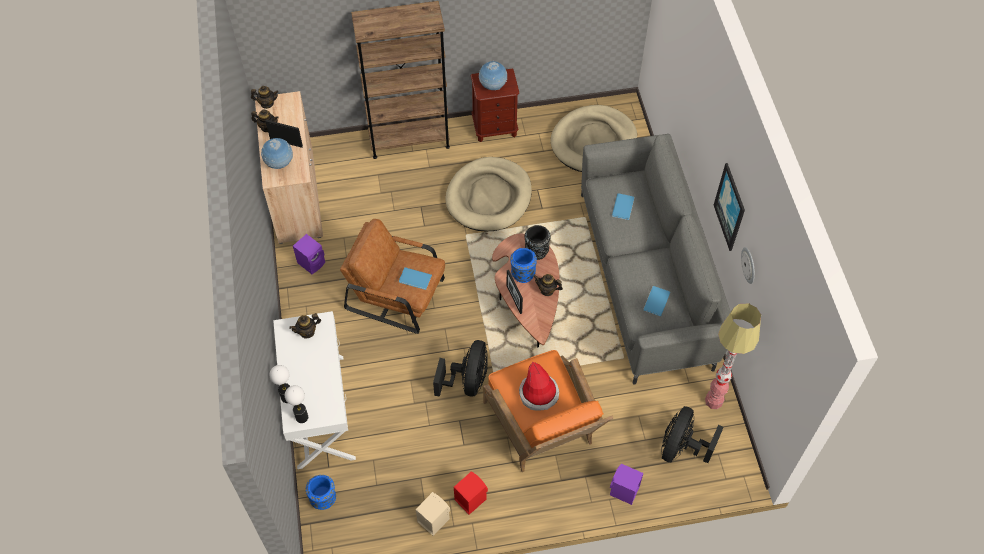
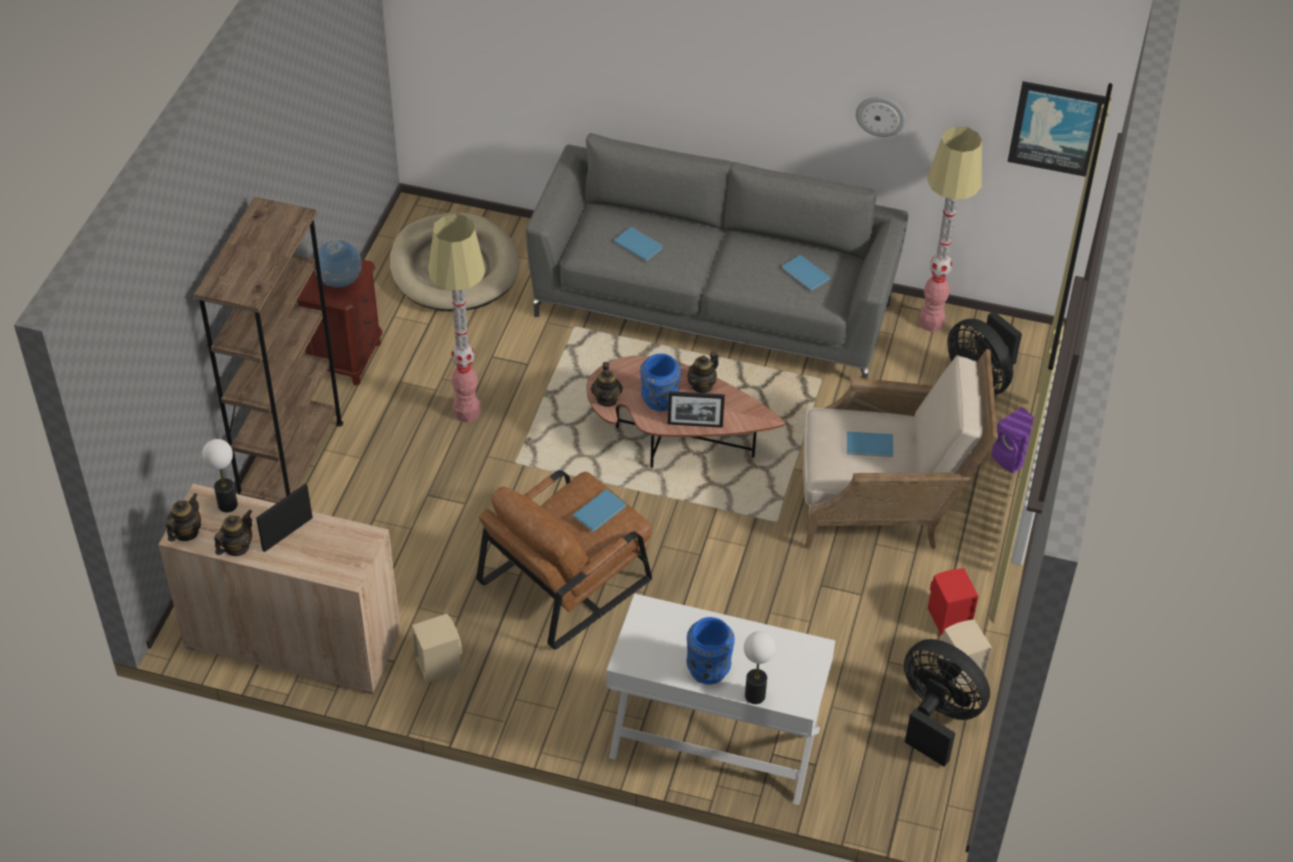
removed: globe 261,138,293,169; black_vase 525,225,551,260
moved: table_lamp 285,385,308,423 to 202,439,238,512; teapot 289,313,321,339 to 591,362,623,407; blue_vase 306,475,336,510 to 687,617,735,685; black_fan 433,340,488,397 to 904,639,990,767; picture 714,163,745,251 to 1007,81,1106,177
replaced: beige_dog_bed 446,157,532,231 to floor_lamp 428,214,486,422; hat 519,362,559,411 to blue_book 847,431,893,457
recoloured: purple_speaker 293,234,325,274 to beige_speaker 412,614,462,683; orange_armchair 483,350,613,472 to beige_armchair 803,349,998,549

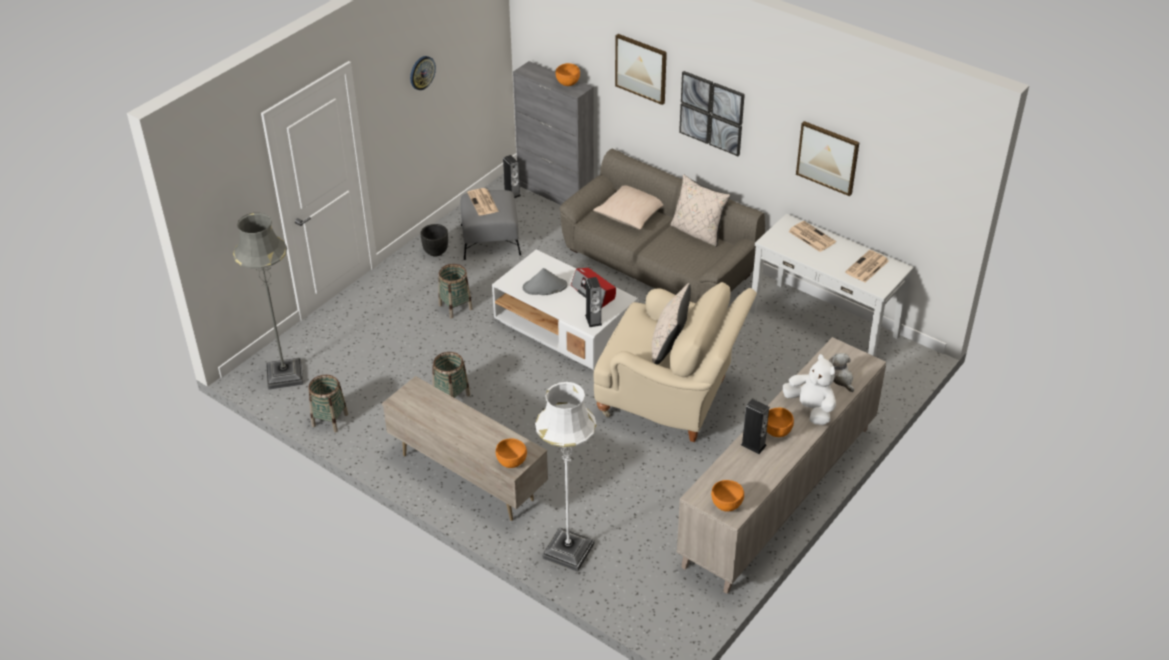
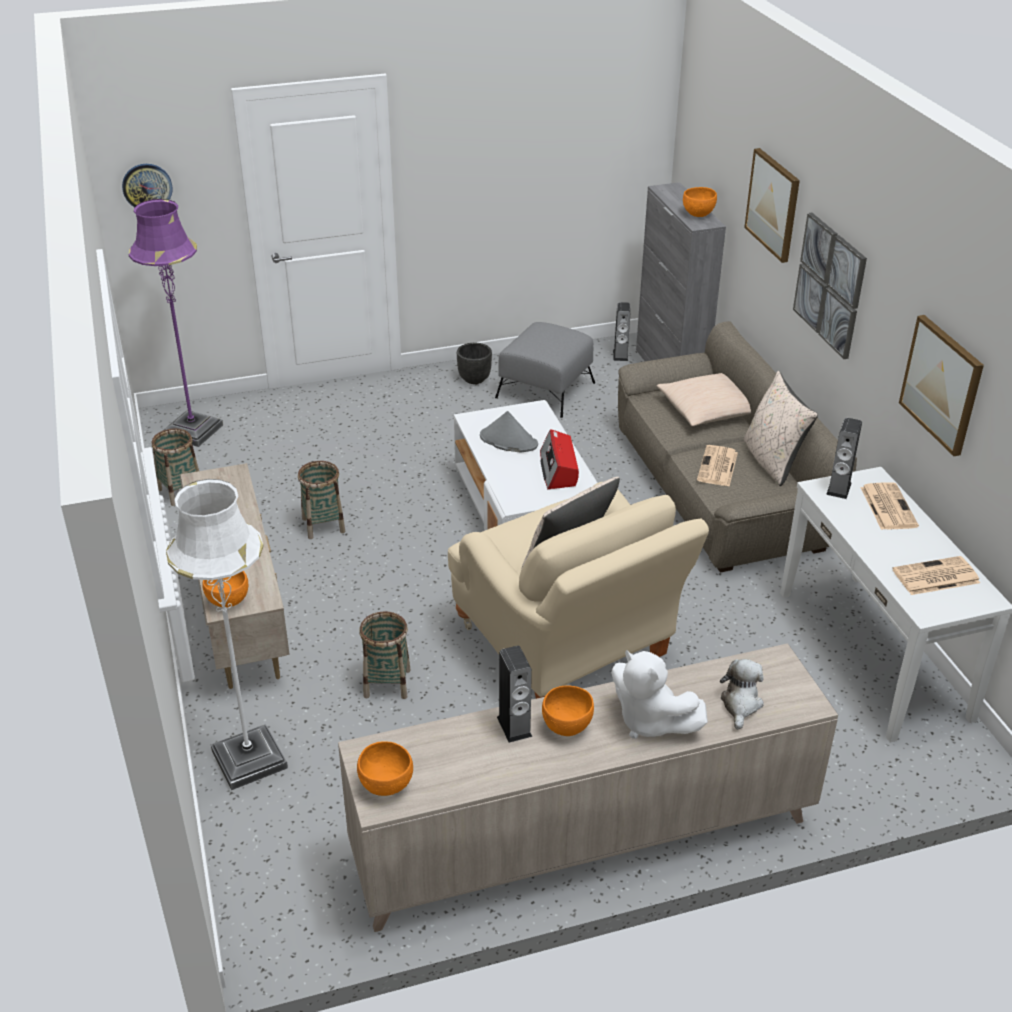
moved: wall_clock 410,56,436,90 to 122,164,173,207; basket 438,264,473,318 to 359,611,411,699; newspaper 467,188,499,216 to 697,445,738,486; speaker 585,277,602,327 to 826,418,862,499
recoloured: grey_floor_lamp 233,213,303,390 to purple_floor_lamp 129,199,223,447
turned: white_plush_toy 783,354,836,425 = 611,650,708,739 135 degrees clockwise

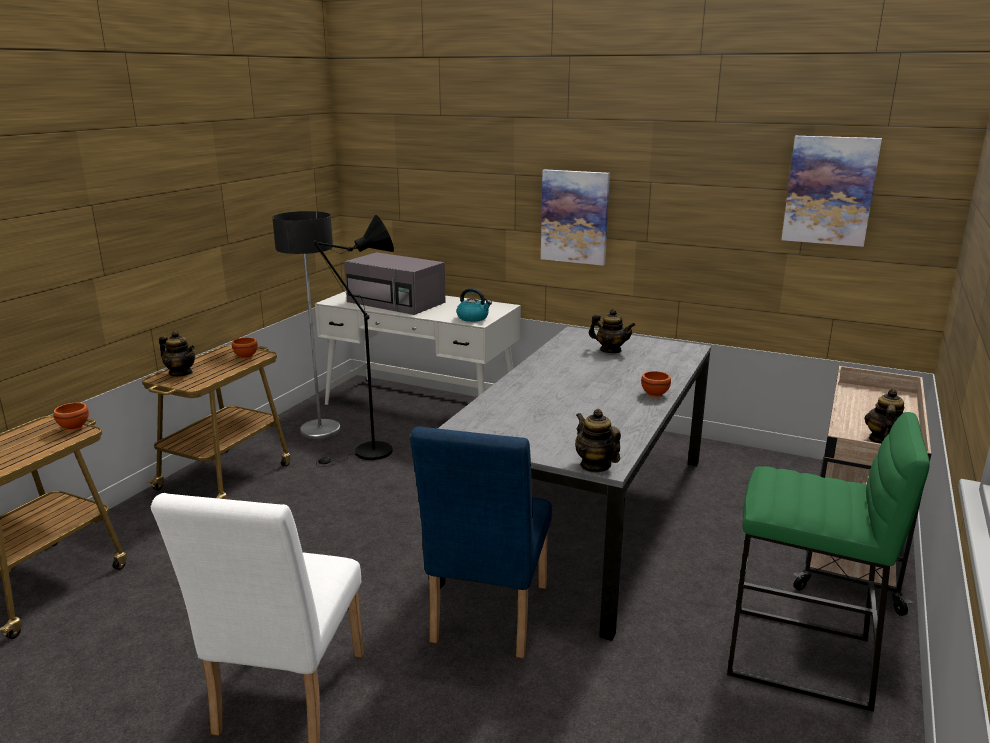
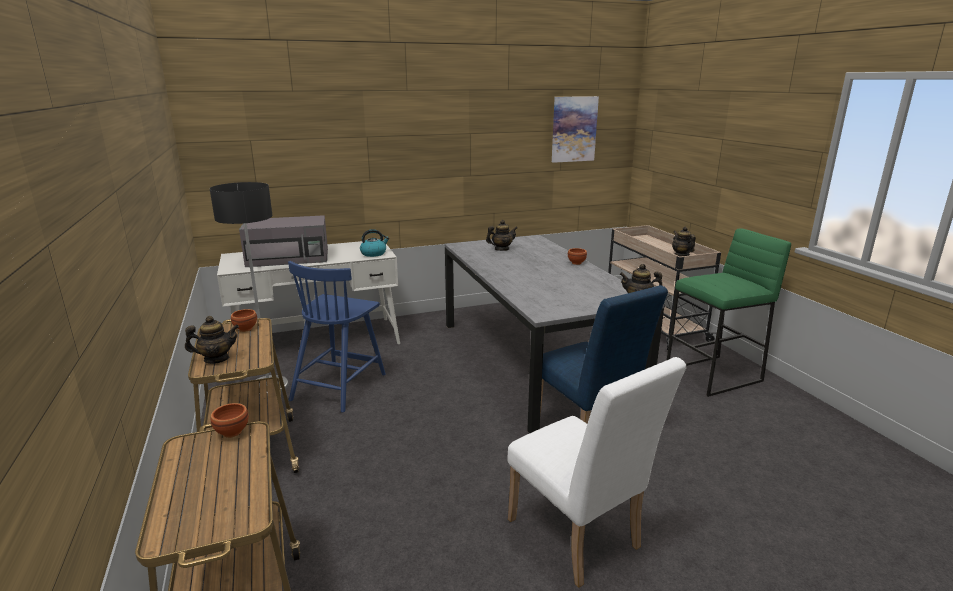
removed: picture 541,170,610,266
replaced: black_floor_lamp 313,215,394,466 to blue_chair 288,261,386,413

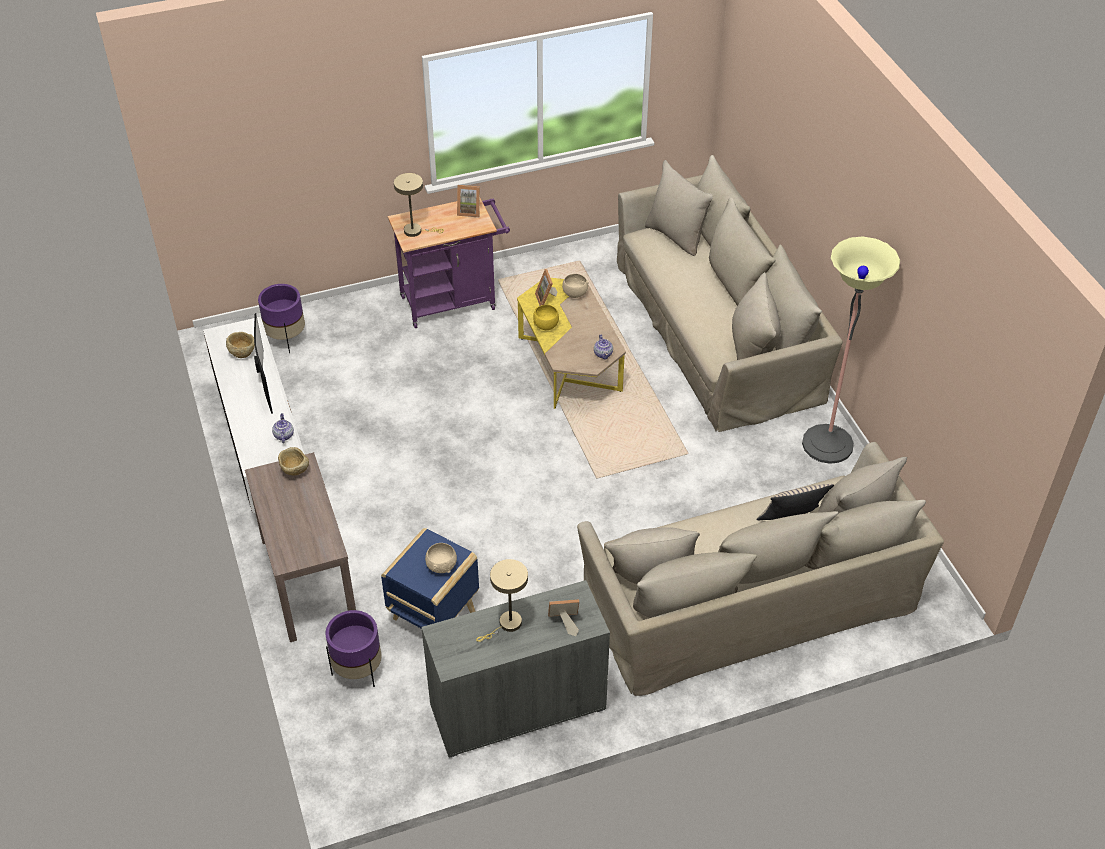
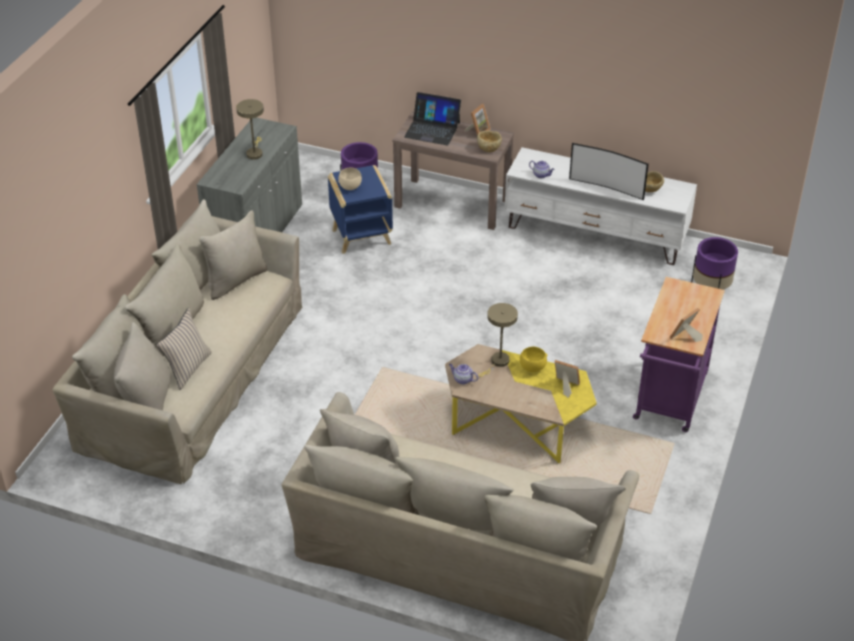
removed: beige_bowl 562,274,589,298; floor_lamp 802,236,900,464
added: laptop 404,92,461,145
moved: beige_table_lamp 394,173,444,237 to 478,303,518,377; picture_frame 548,599,579,636 to 464,104,491,135

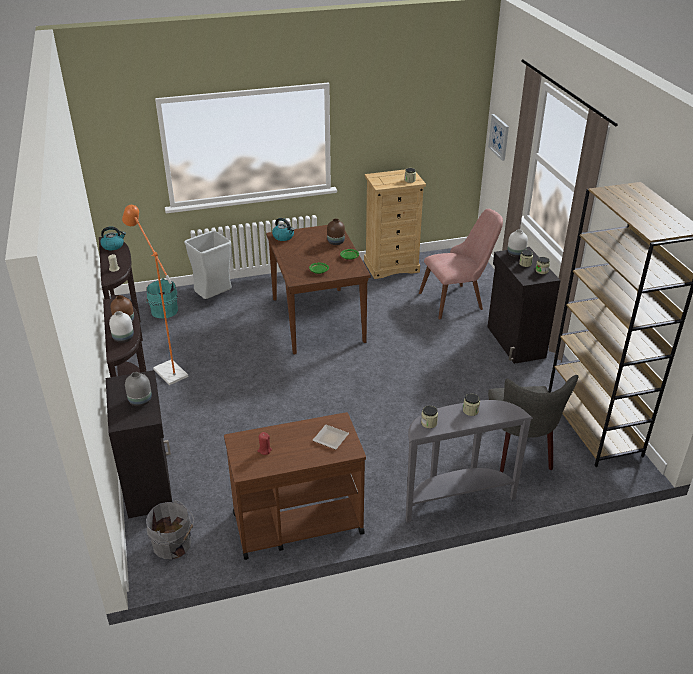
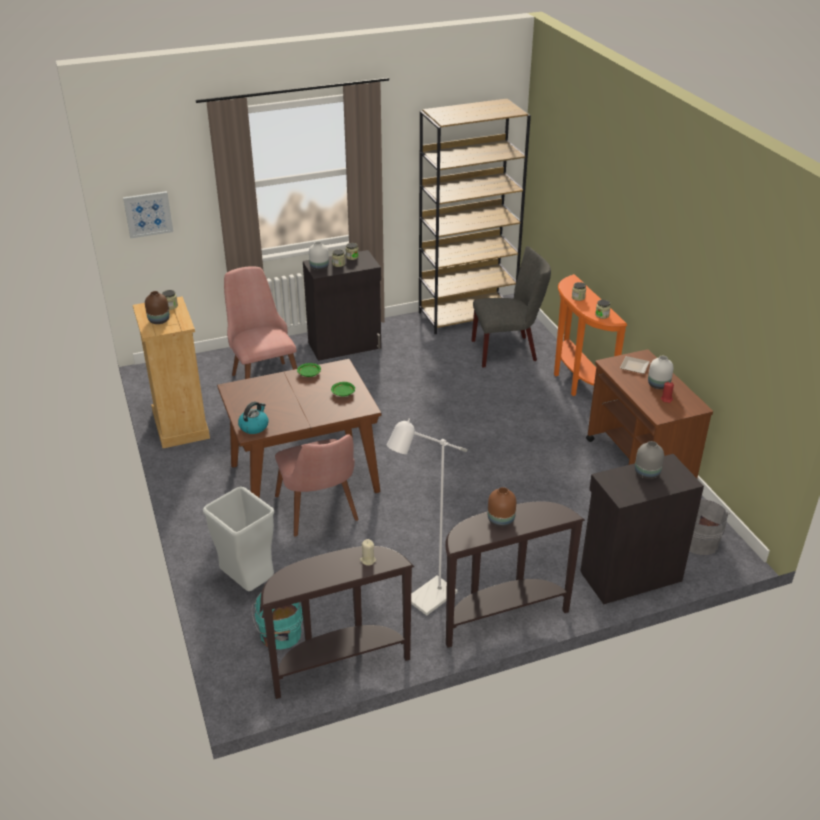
removed: kettle 100,227,126,250
added: pink_chair 275,434,359,536
moved: white_vase 109,311,134,343 to 648,356,674,389; brown_vase 327,219,345,245 to 145,291,170,324
recoloured: orange_floor_lamp 122,205,188,385 to white_floor_lamp 387,418,467,616; grey_console_table 406,400,533,523 to orange_console_table 554,274,627,396

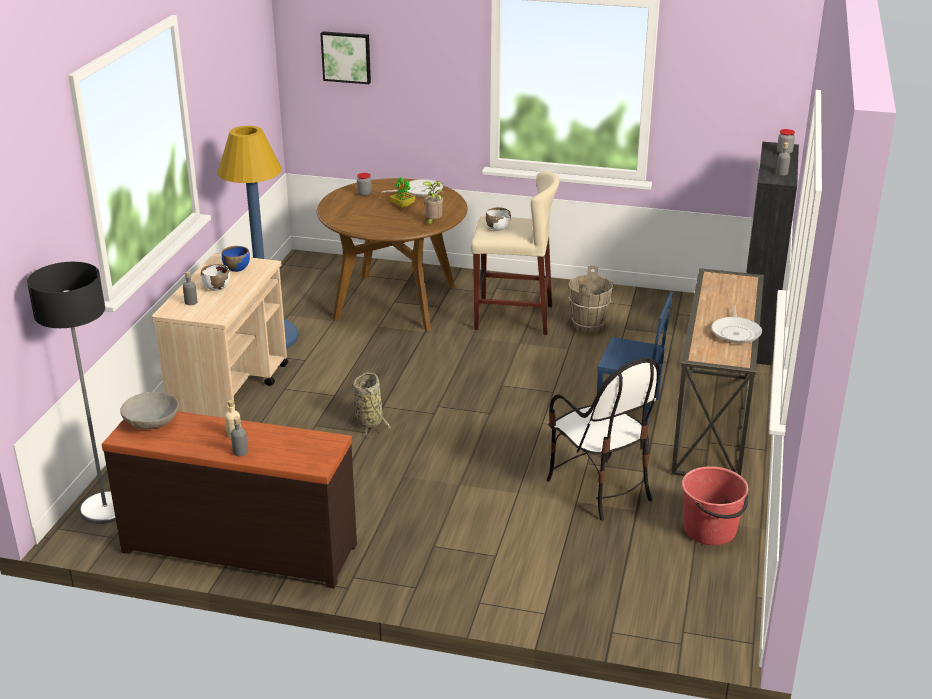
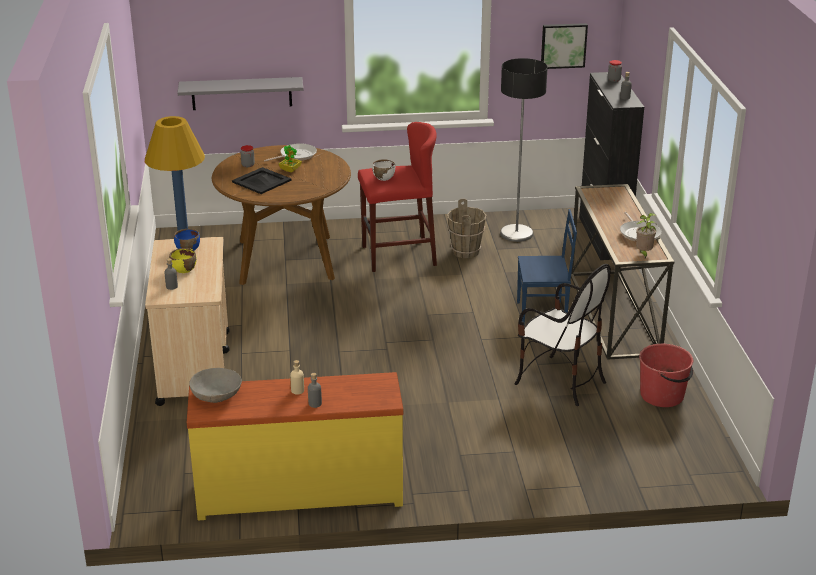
removed: basket 353,372,391,437
added: grey_shelf 178,77,303,110; black_tray 232,167,292,194
moved: floor_lamp 27,262,116,524 to 500,58,548,242; picture 320,31,371,84 to 541,23,588,69; potted_plant 423,181,444,227 to 636,213,657,258
recoloured: brown_dresser 101,411,357,588 to yellow_dresser 187,372,404,521; white_bowl 201,264,230,291 to yellow_bowl 169,248,197,273; beige_stool 471,171,559,335 to red_stool 358,122,437,272

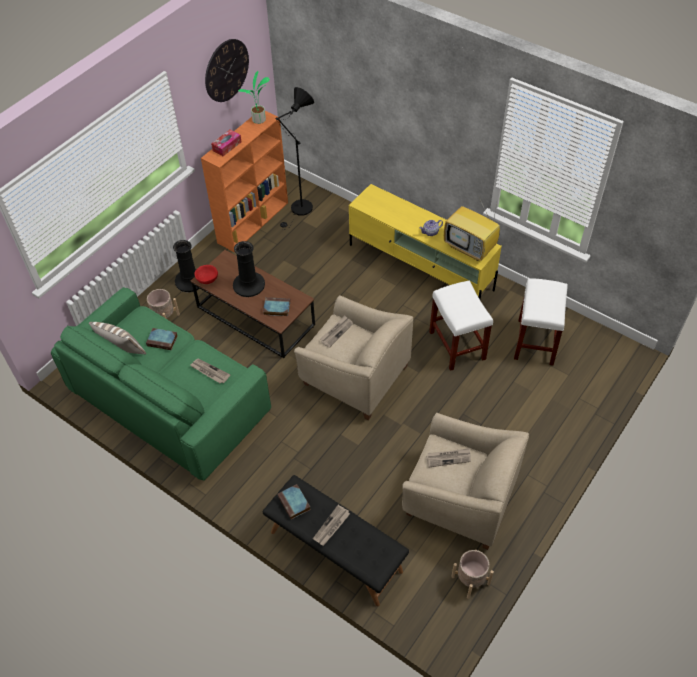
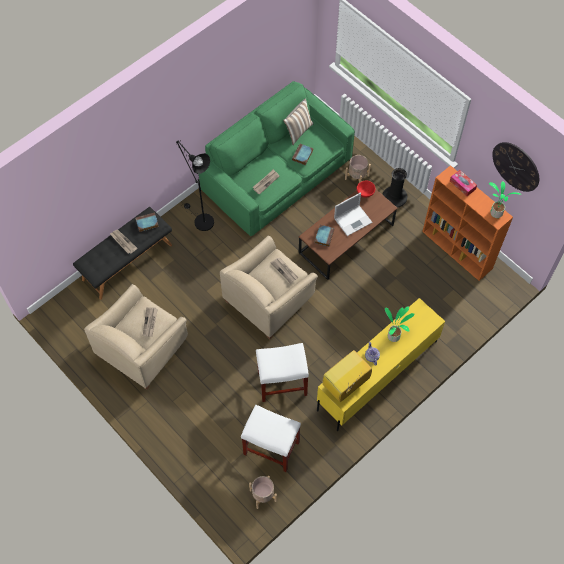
added: potted_plant 385,306,415,342
moved: black_floor_lamp 275,87,314,230 to 176,140,214,231; beige_planter 451,550,494,599 to 249,476,277,509
replaced: black_vase 233,241,265,297 to laptop 334,192,372,236

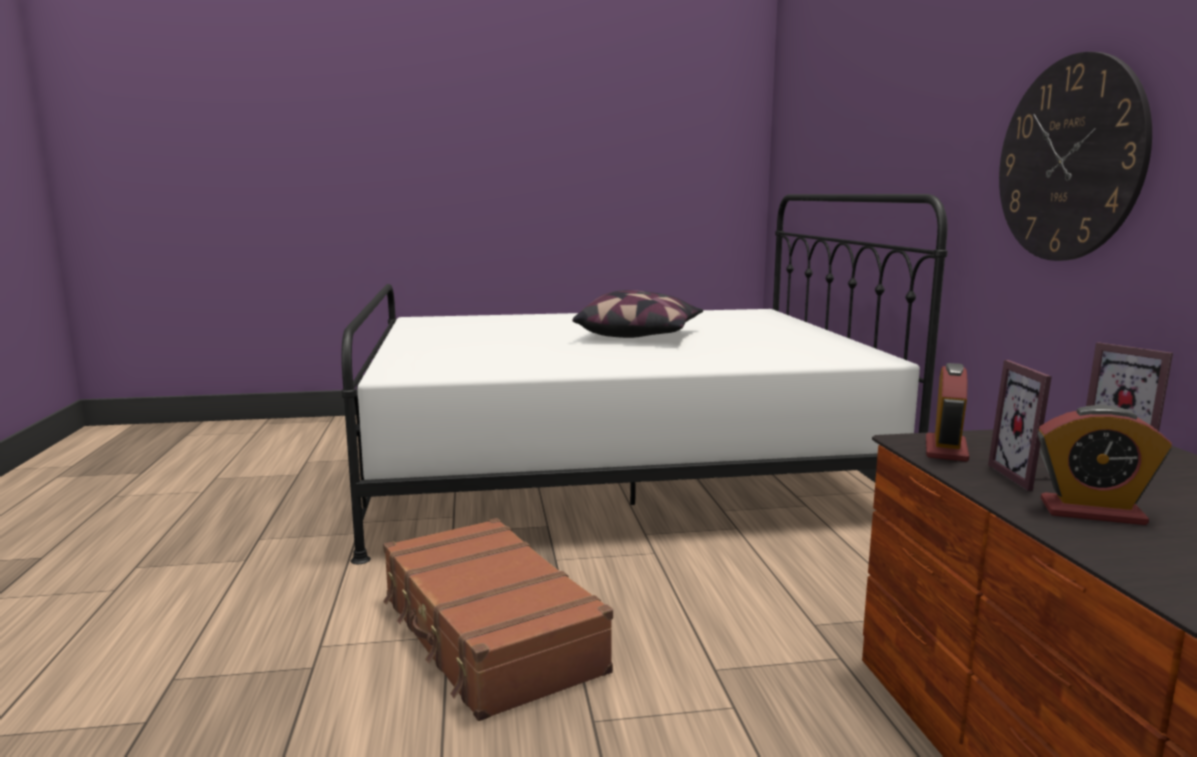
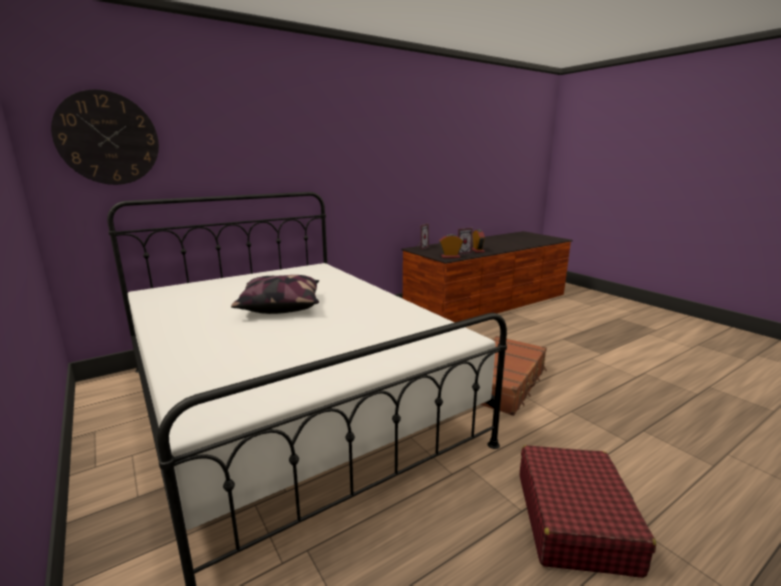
added: red_suitcase 520,445,656,578
moved: wall_clock 999,52,1152,261 to 51,89,159,185

